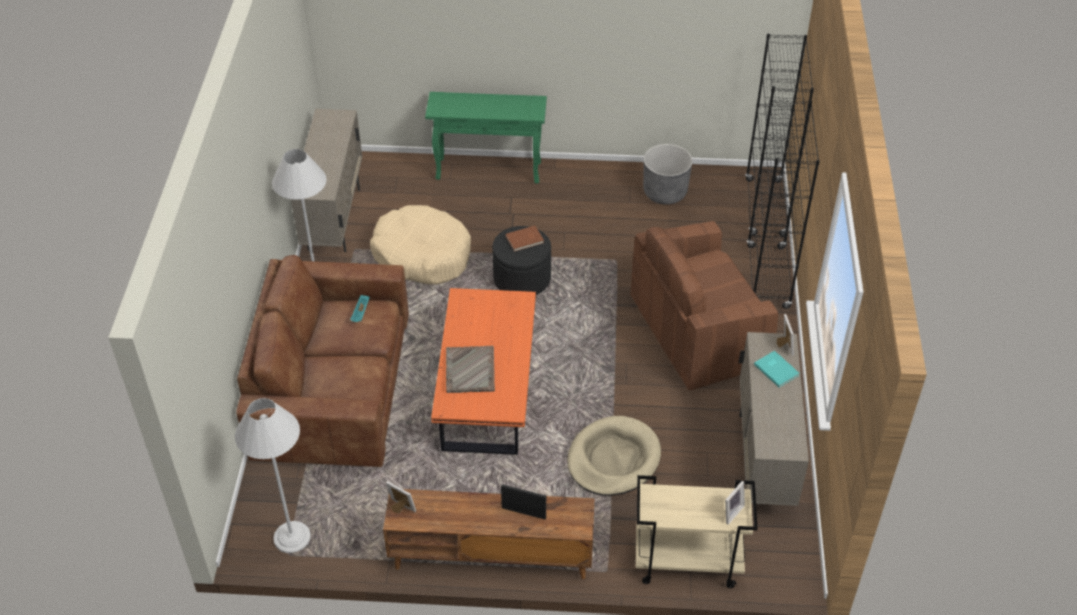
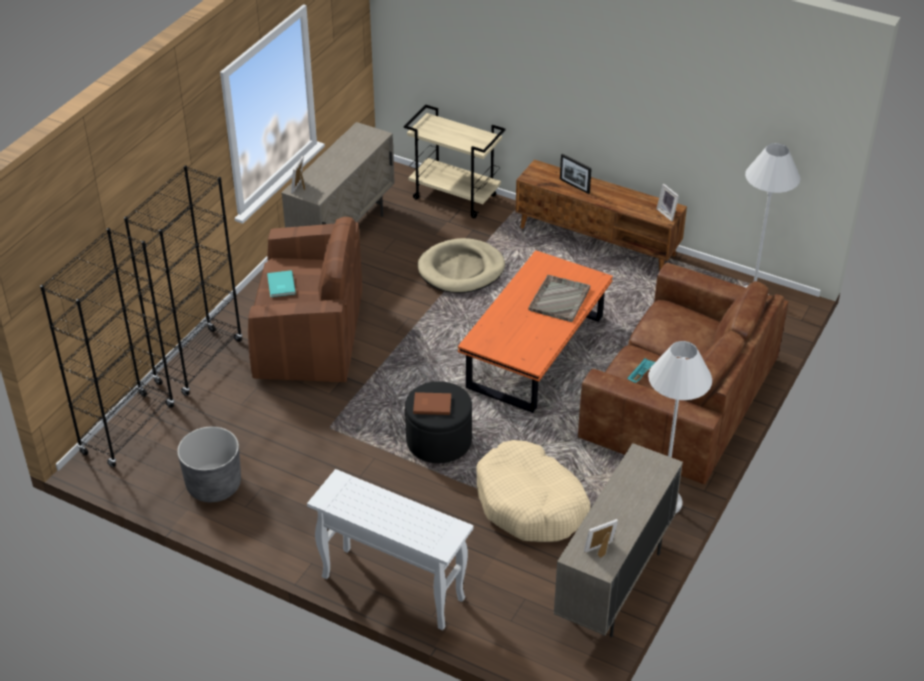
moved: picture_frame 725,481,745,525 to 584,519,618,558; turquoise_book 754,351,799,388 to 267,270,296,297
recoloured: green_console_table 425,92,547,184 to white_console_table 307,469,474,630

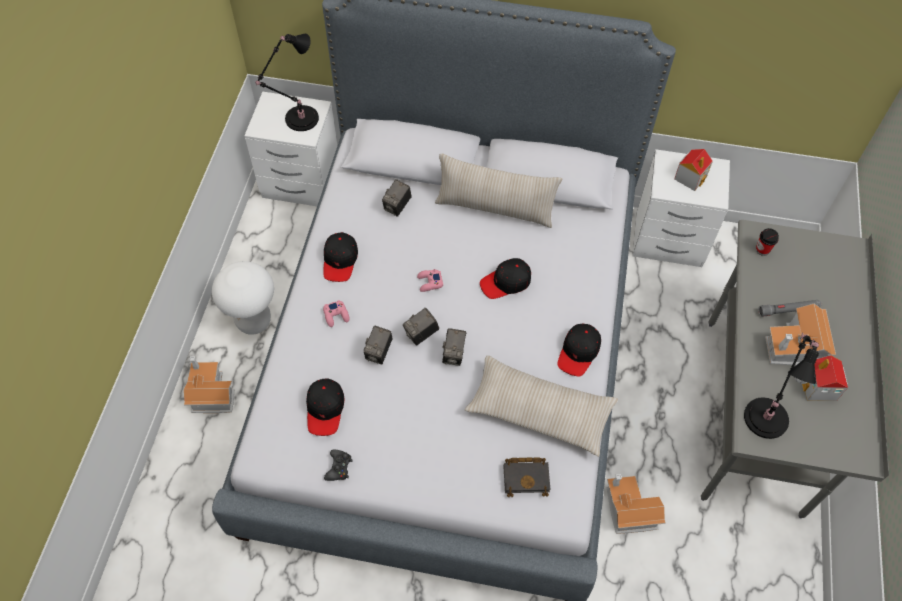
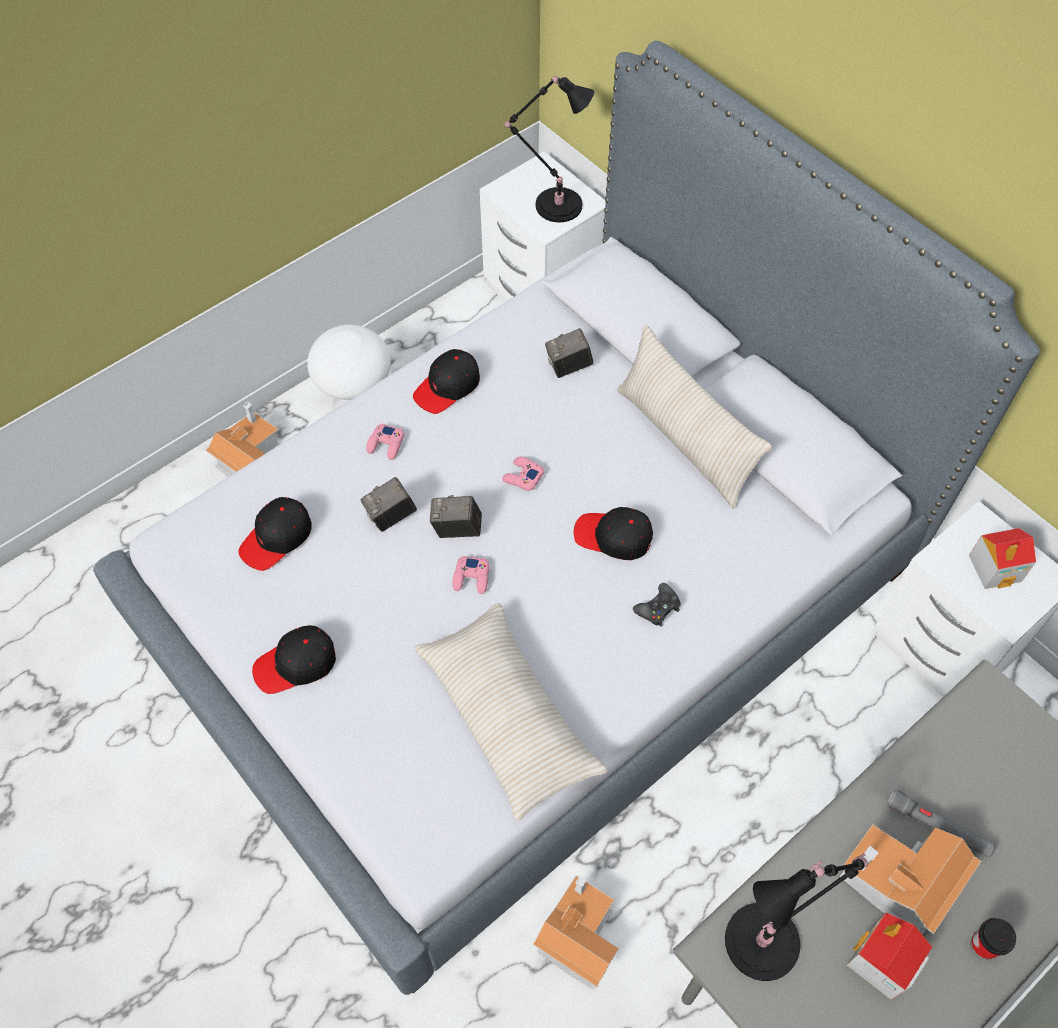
removed: black_book 503,457,550,497
moved: black_game_controller 324,449,353,481 to 633,583,681,627; black_cap 557,324,601,376 to 252,625,336,694; cup 756,228,779,256 to 970,918,1016,960
replaced: photo_camera 442,328,466,366 to pink_game_controller 452,556,489,594

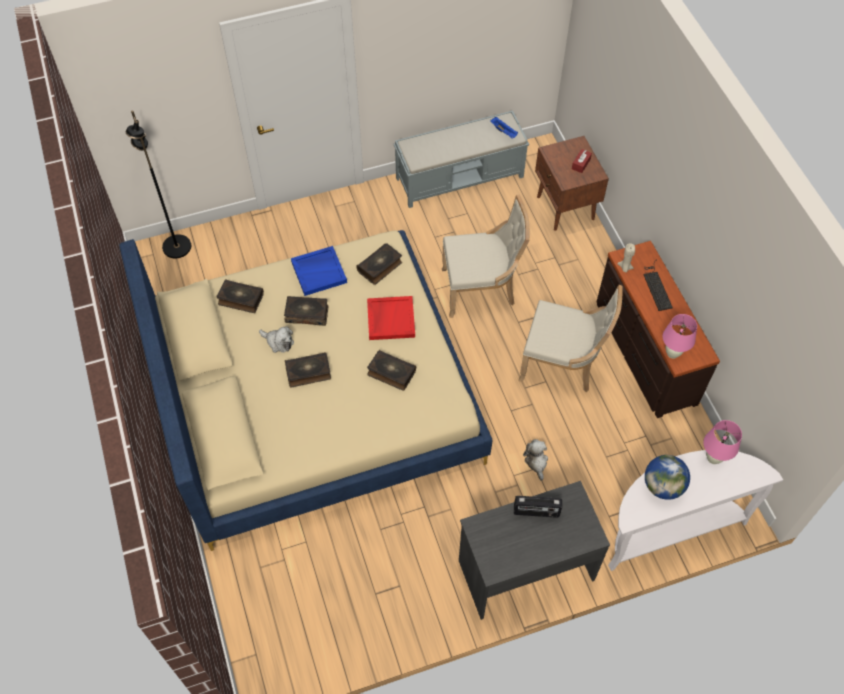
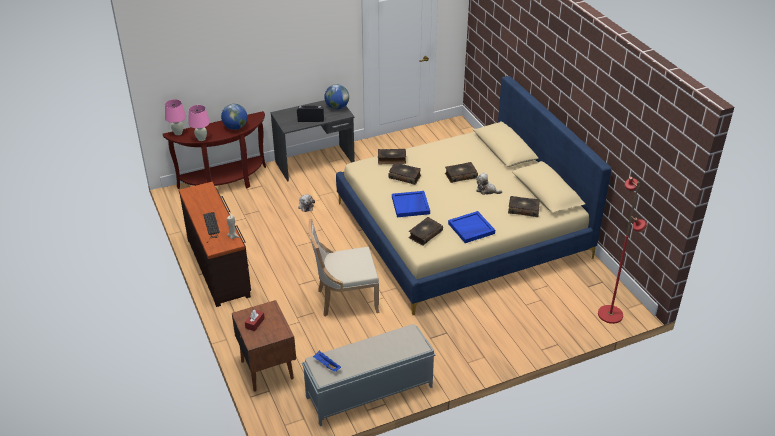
removed: beige_chair 518,285,623,392
added: globe 324,84,349,110
moved: book 284,296,328,326 to 378,149,406,165; pink_table_lamp 662,314,697,359 to 165,99,186,135
recoloured: black_floor_lamp 126,110,191,258 to red_floor_lamp 598,177,647,324; red_tray 367,296,415,340 to blue_tray 392,191,430,217; white_console_table 608,450,783,571 to brown_console_table 163,111,266,189

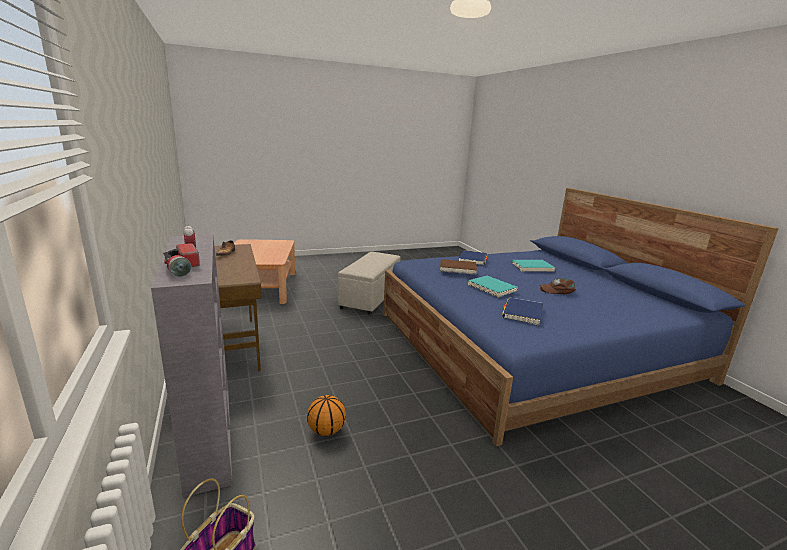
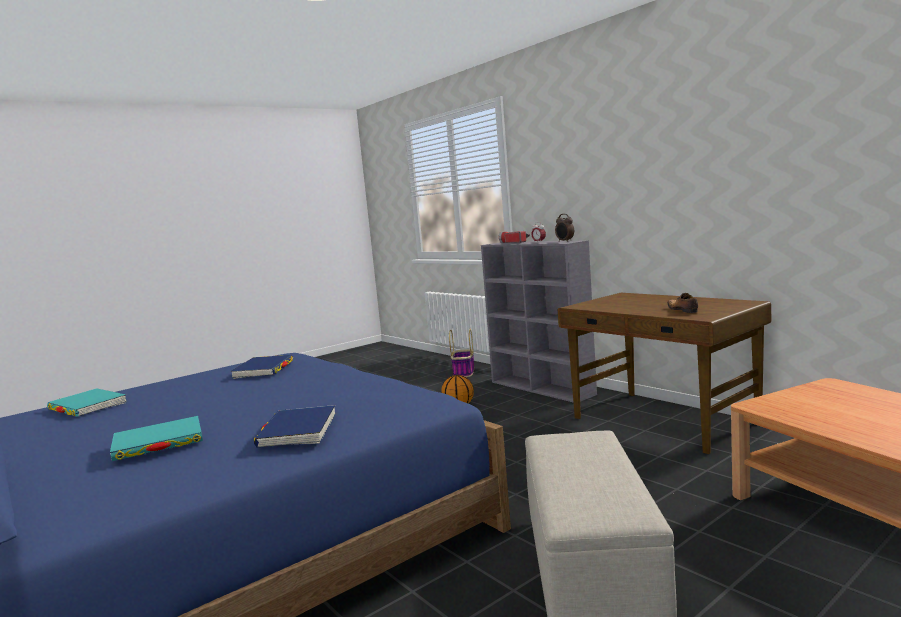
removed: brown_book 440,259,477,275; brown_cap 540,278,576,294
added: alarm_clock 555,214,574,242
moved: turquoise_book 468,276,518,298 to 47,388,127,417

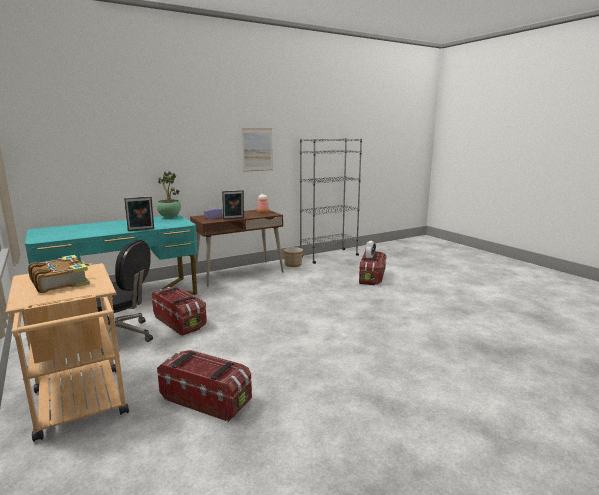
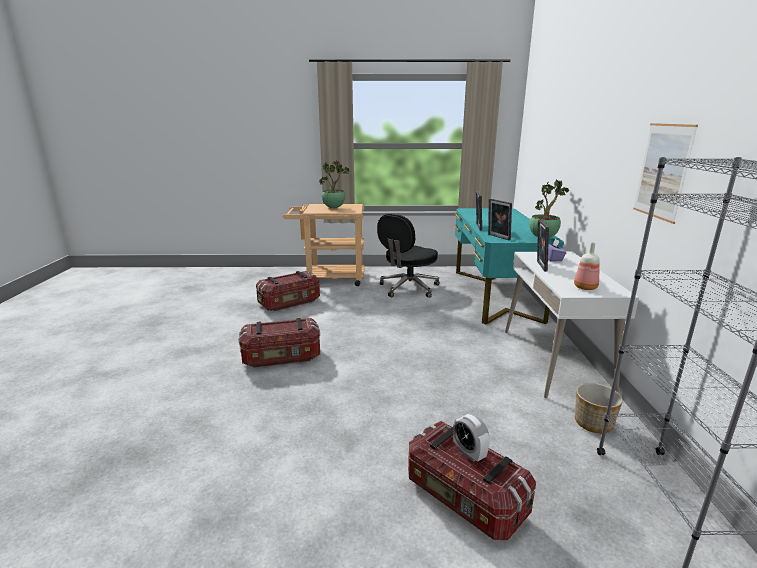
added: picture_frame 488,199,512,240
moved: storage_box 152,287,207,336 to 239,318,320,368
replaced: book 28,255,92,293 to potted_plant 319,161,349,208
recoloured: brown_desk 190,210,284,287 to white_desk 505,252,639,398

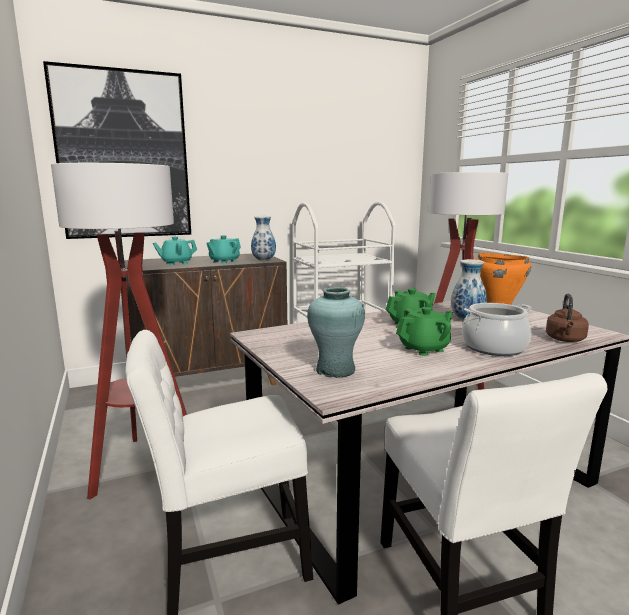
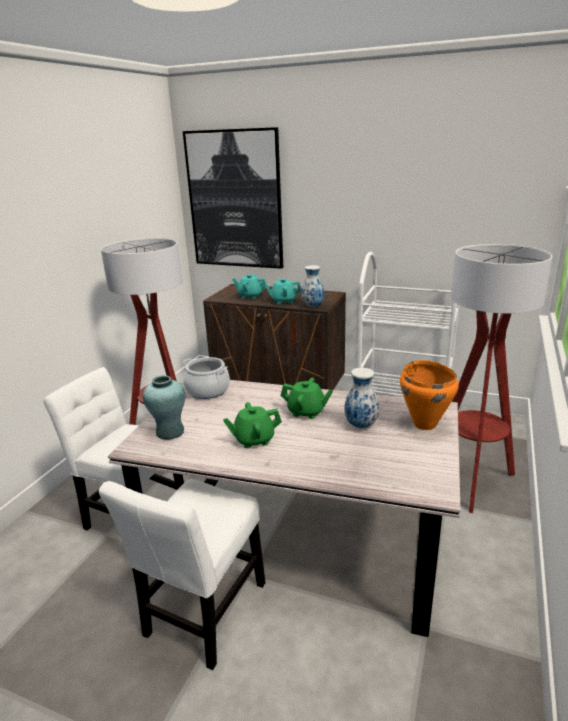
removed: brown_kettle 546,294,589,342
moved: cooking_pot 462,303,532,356 to 183,357,230,399
turned: green_teapot 396,307,453,356 = 223,402,282,448 150 degrees clockwise

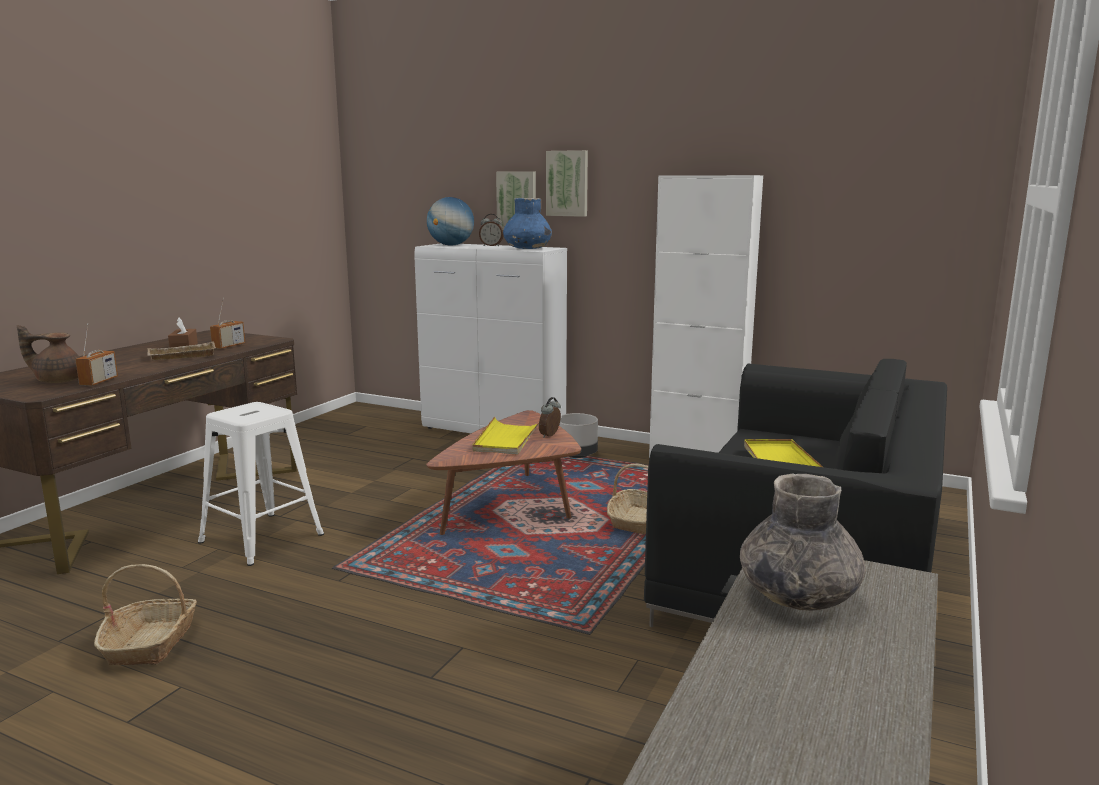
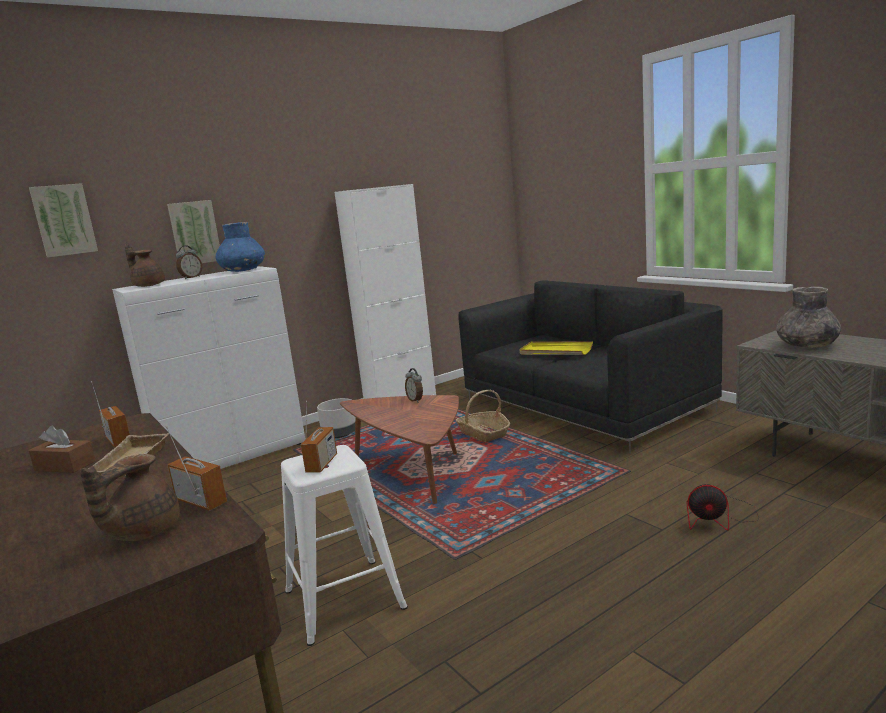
removed: basket 94,564,197,665; yellow_tray 473,417,539,455
added: radio 301,401,337,473; fan 687,484,759,531
moved: picture 546,150,588,217 to 29,183,98,258
replaced: globe 427,197,474,245 to brown_teapot 125,244,165,287

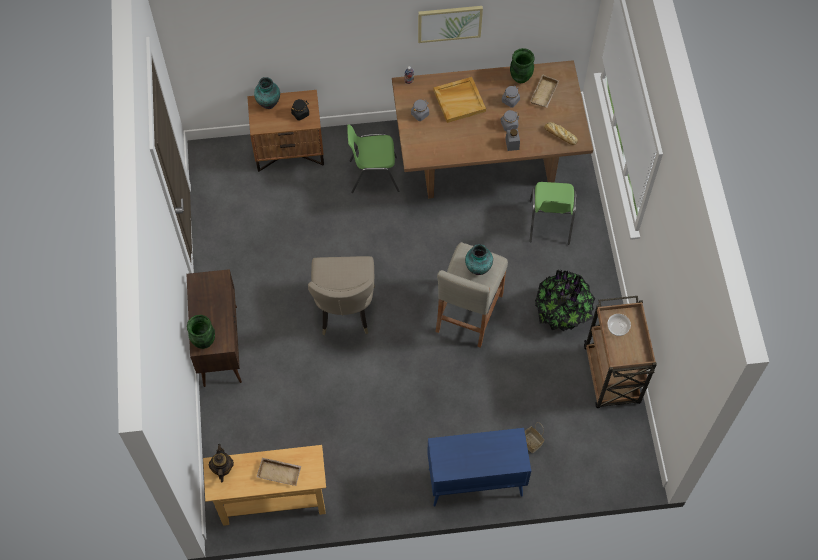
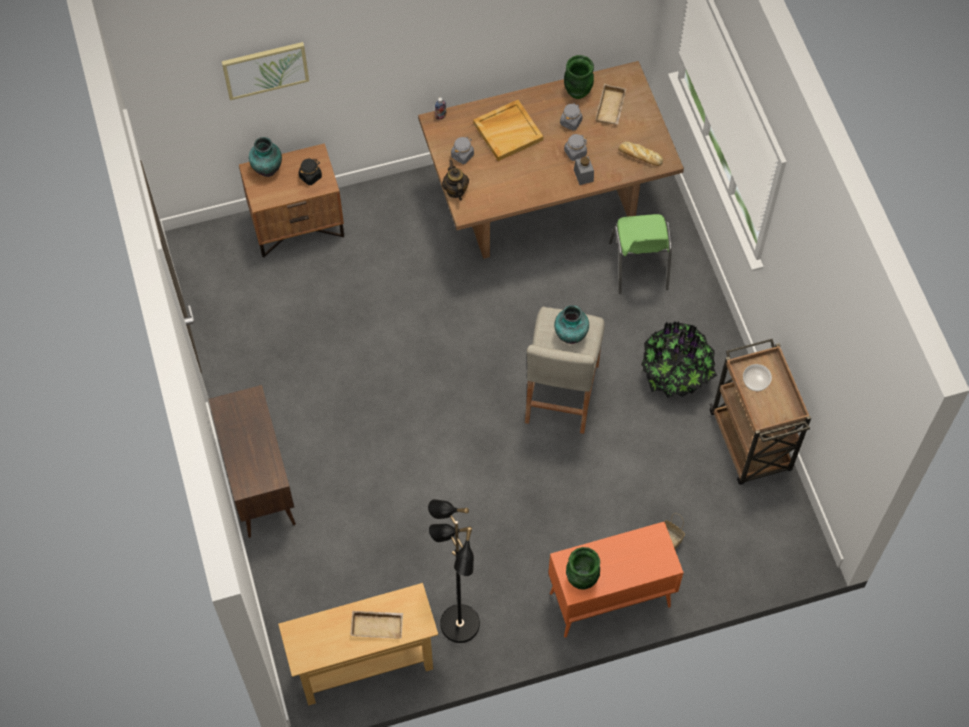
removed: beige_chair 308,256,375,335; green_chair 347,124,399,193
added: black_floor_lamp 428,499,480,643
moved: green_vase 187,315,215,349 to 566,547,600,590; teapot 209,444,234,482 to 442,160,469,200; picture 418,6,483,43 to 222,42,309,100
recoloured: blue_cabinet 427,428,531,507 to orange_cabinet 548,522,684,638

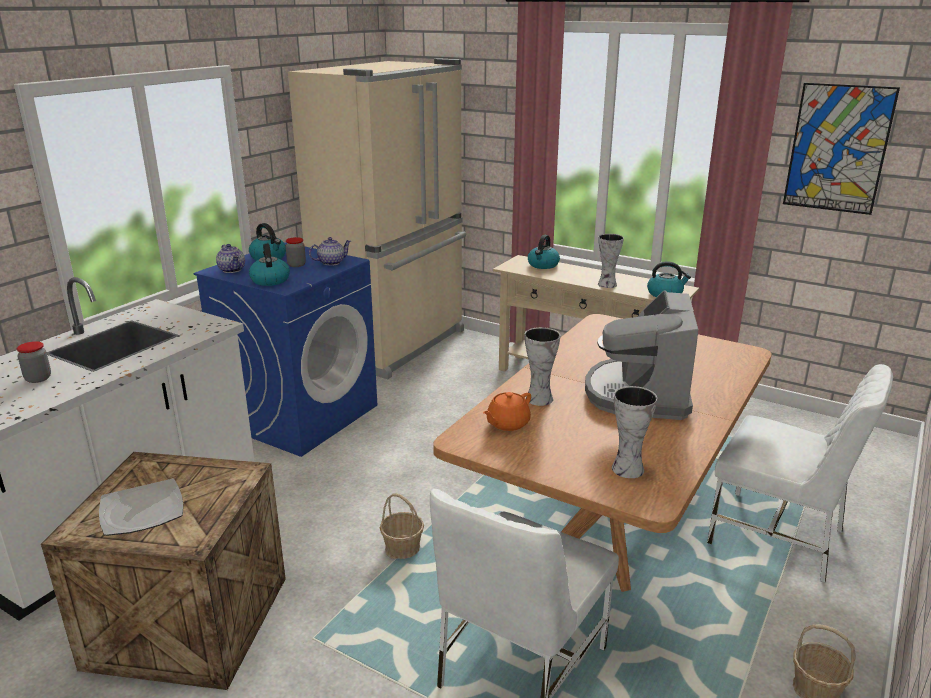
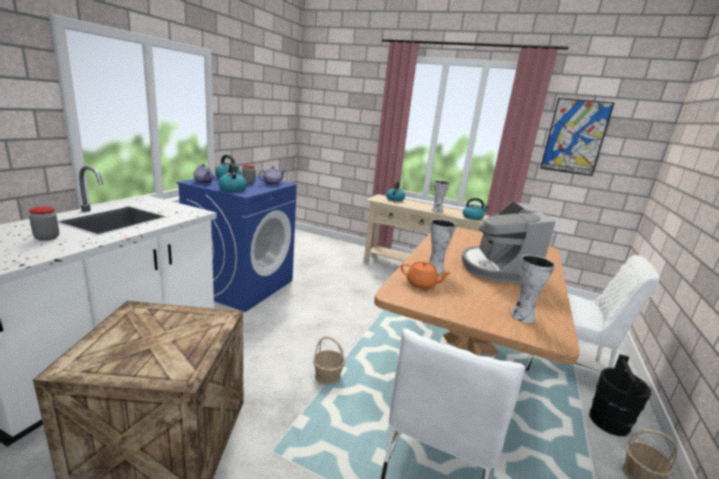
removed: plate 99,478,183,536; beige_fridge 288,59,466,379
added: black_bucket 589,354,651,436
turned: orange_teapot 483,392,531,431 = 400,261,451,289 105 degrees counterclockwise

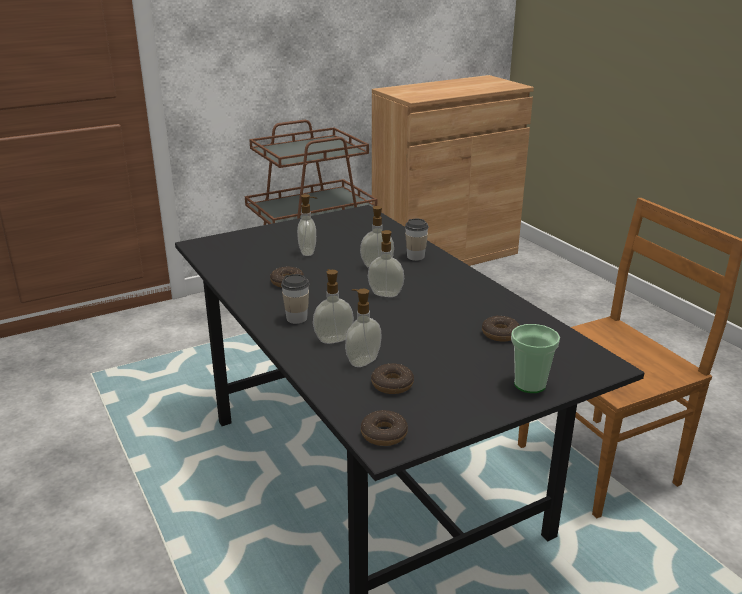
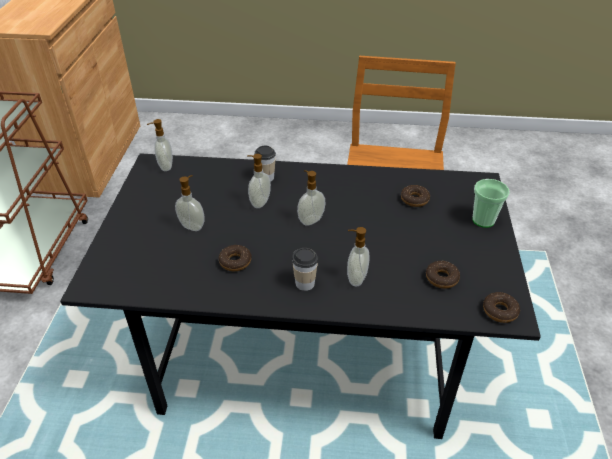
moved: soap_dispenser 345,289,382,367 to 147,119,173,171

